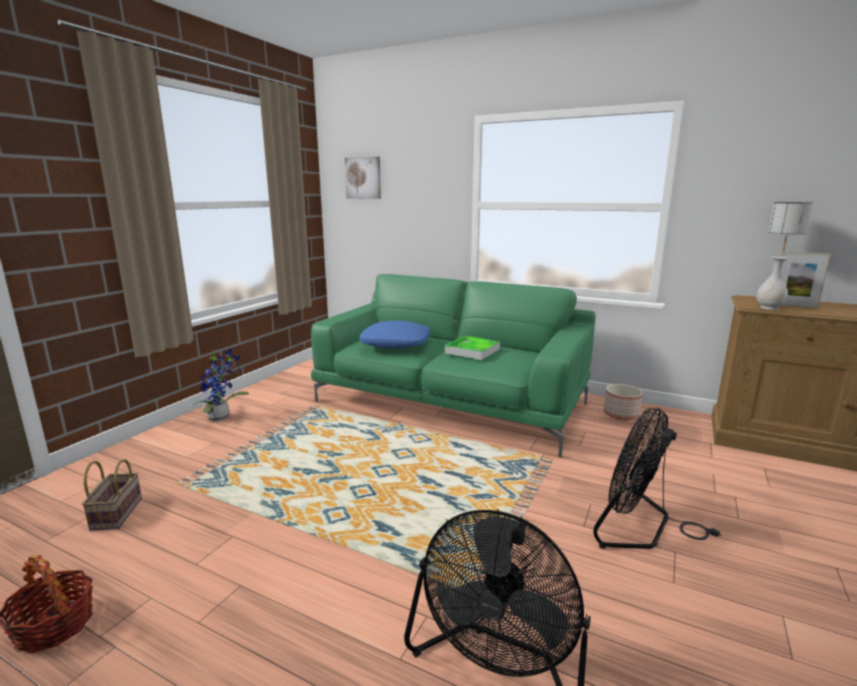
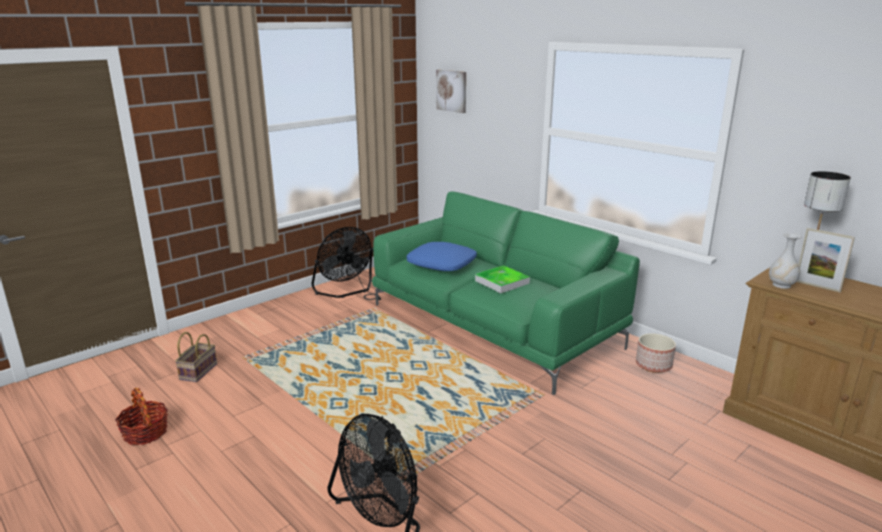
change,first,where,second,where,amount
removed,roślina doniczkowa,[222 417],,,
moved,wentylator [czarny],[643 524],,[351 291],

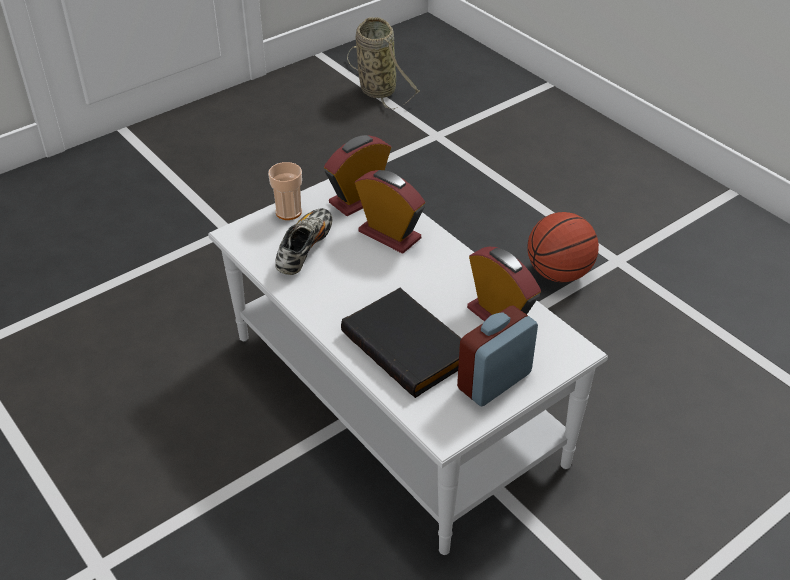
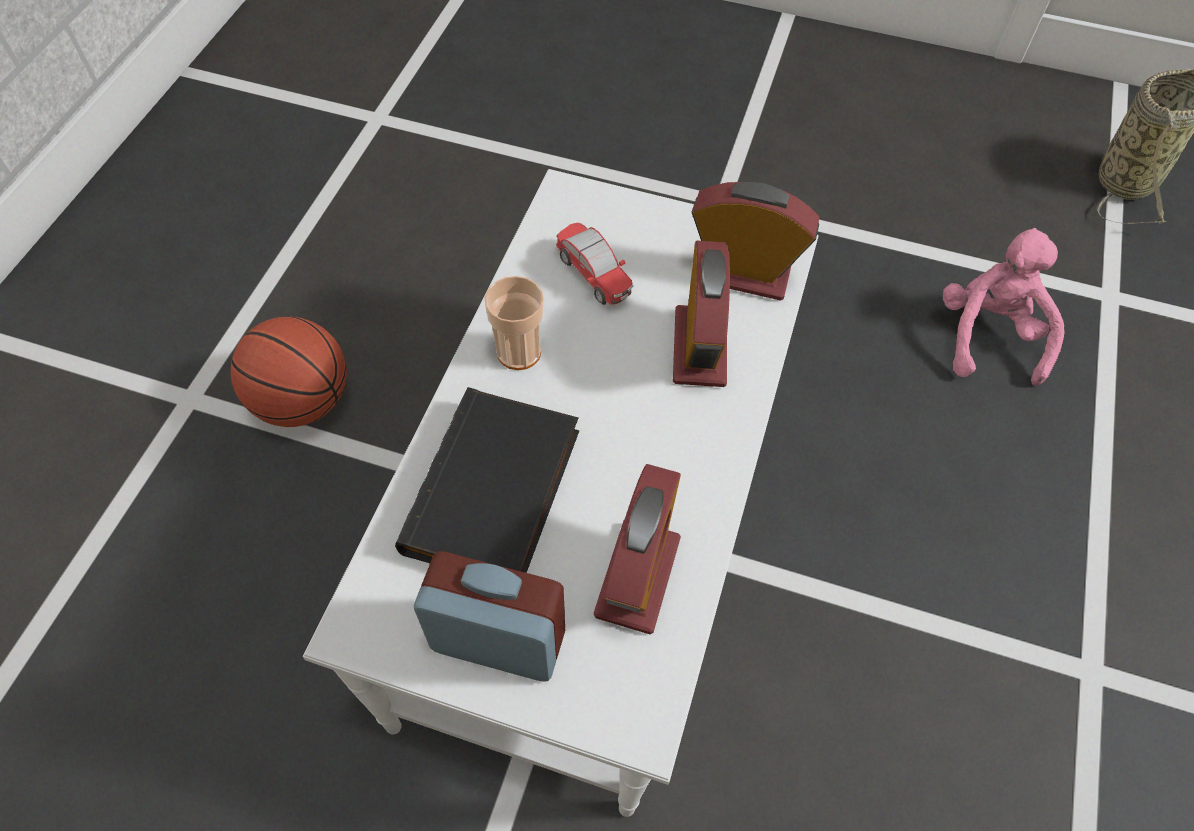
change,first,where,second,where,amount
moved,filiżanka,[288 212],,[519 352],
replaced,but,[304 249],samochodzik,[593 275],
moved,piłka do koszykówki,[558 273],,[303 401],
added,,,pluszak [różowy],[988 336],

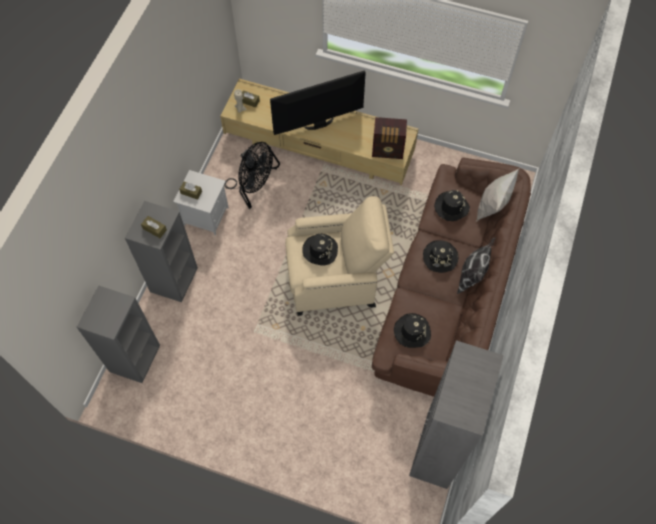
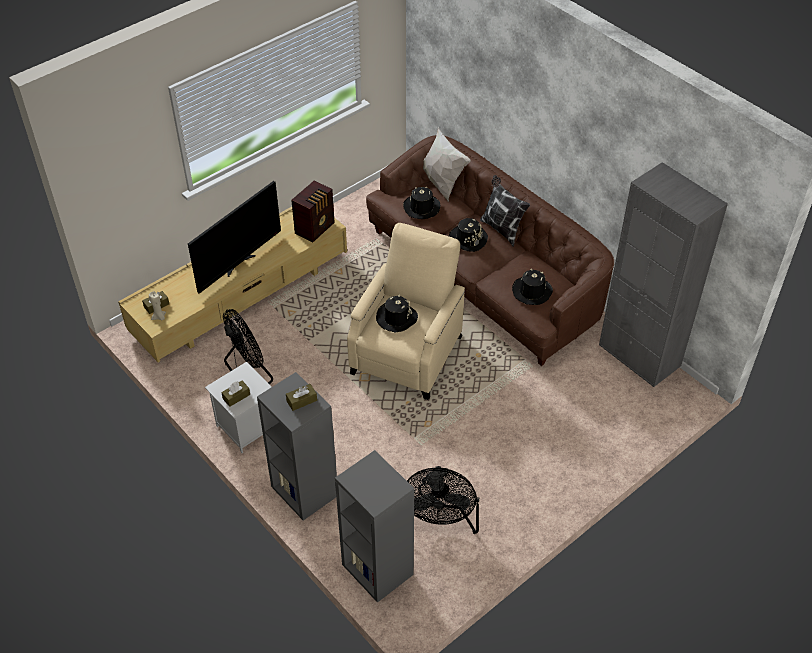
change,first,where,second,where,amount
turned,telewizor,[319 125],,[239 264],150 degrees counterclockwise
added,,,wentylator [czarny],[436 515],

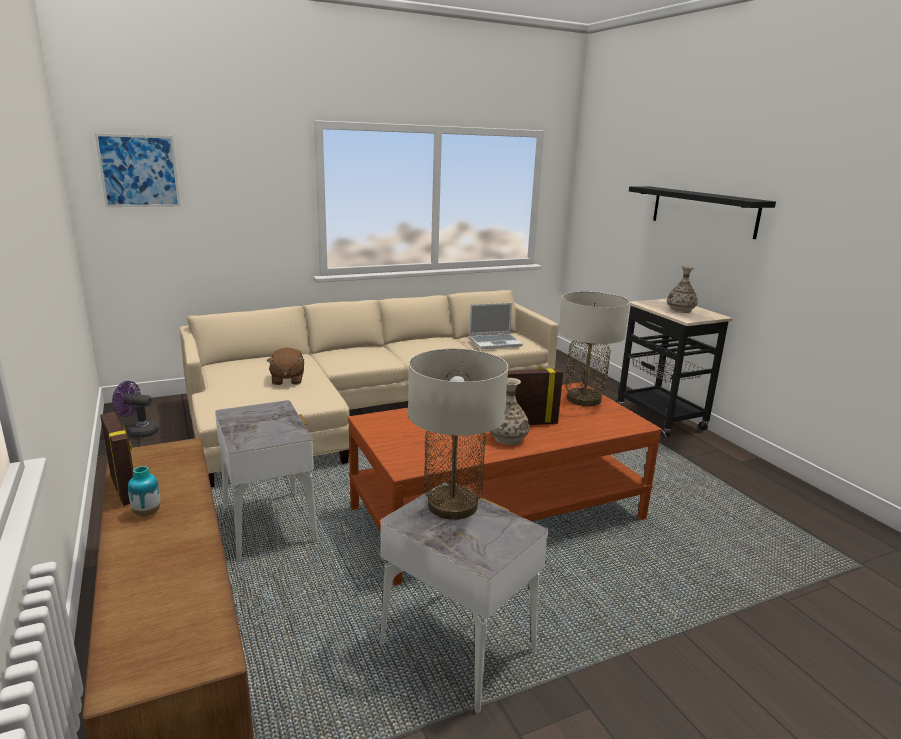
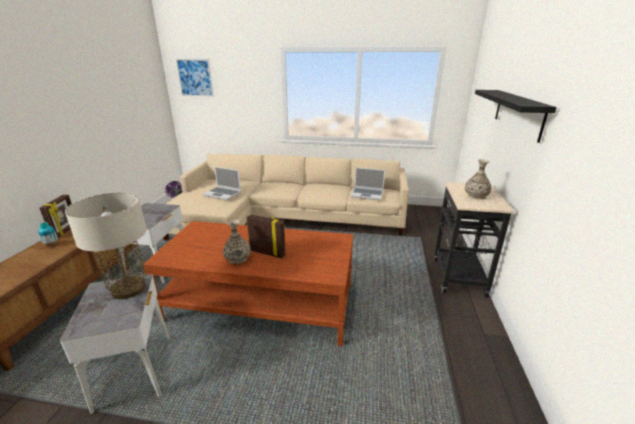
change,first,where,second,where,amount
removed,lampa stołowa,[584 399],,,
replaced,pluszak [brązowy],[287 380],laptop,[223 194],

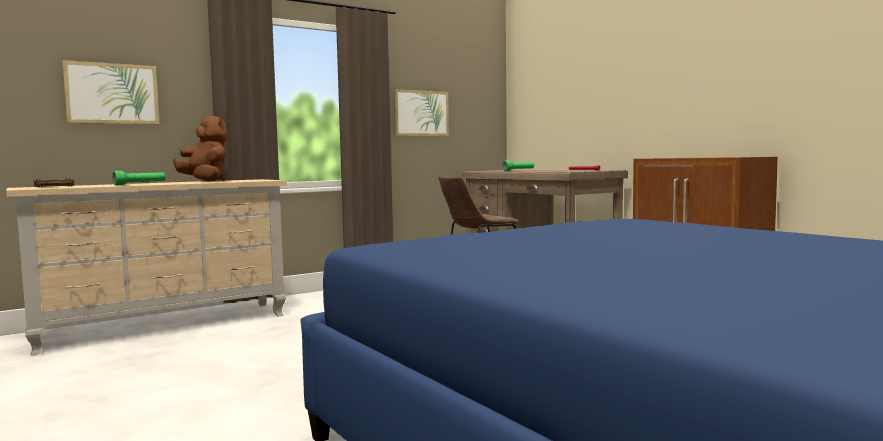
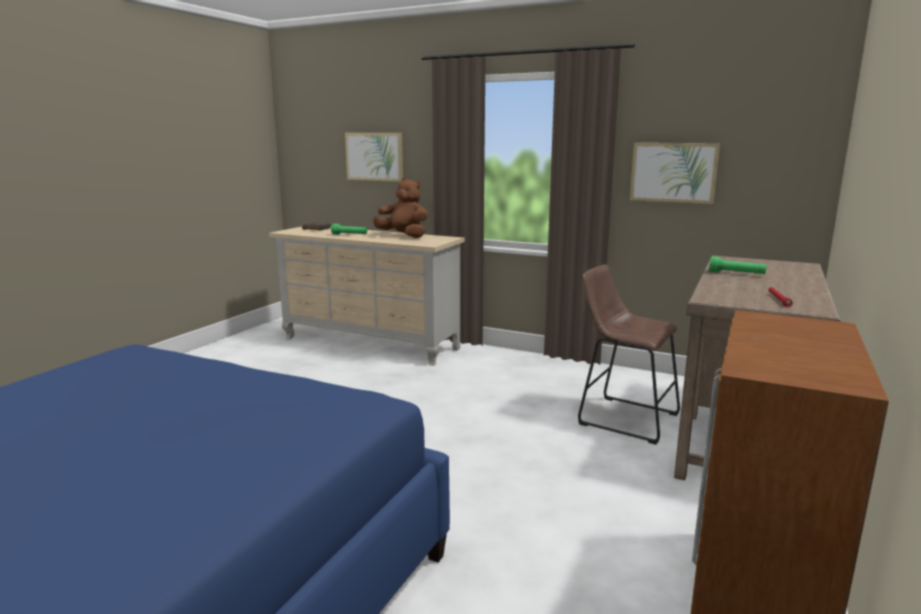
change,first,where,second,where,amount
turned,pluszak [brązowy],[205 181],,[403 236],75 degrees counterclockwise

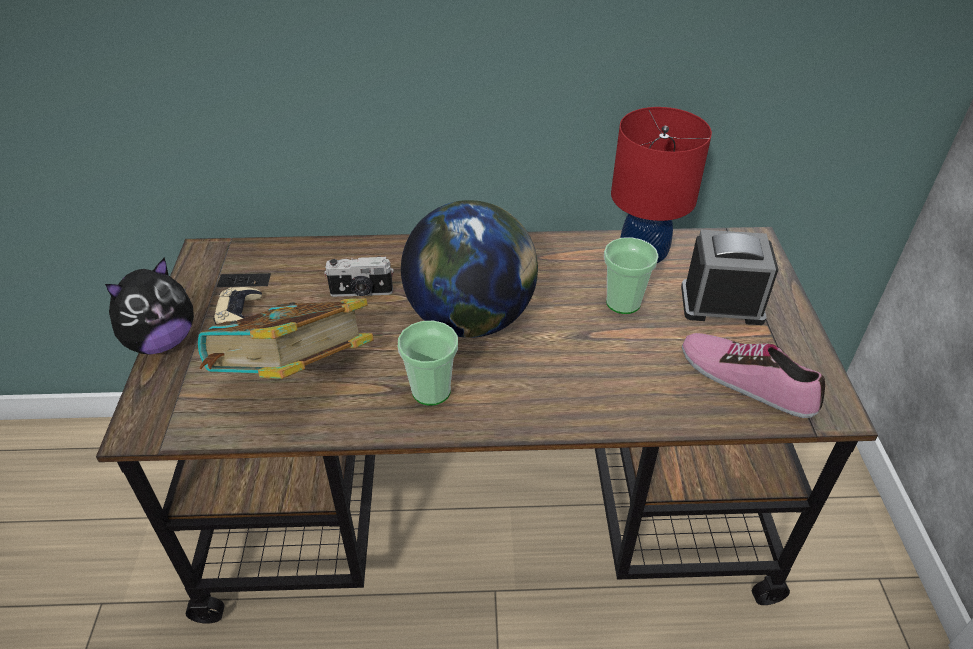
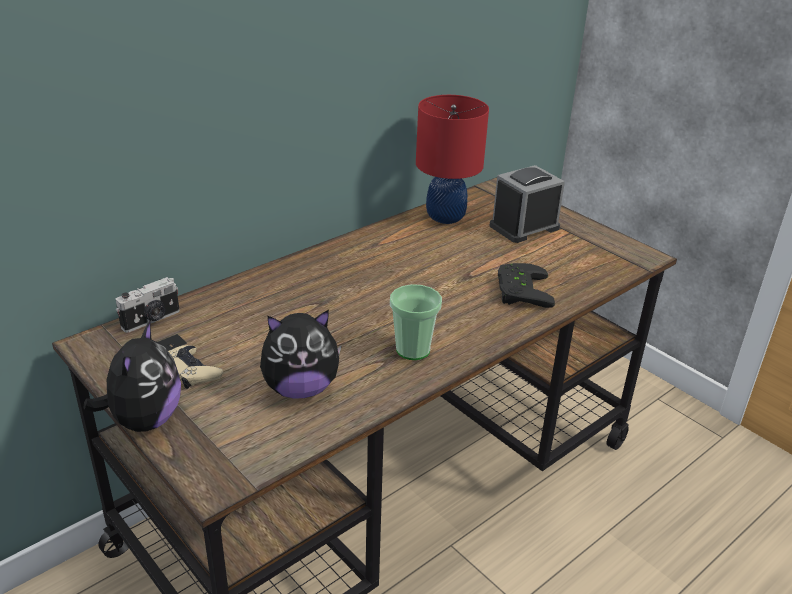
change,first,where,second,where,amount
removed,globus,[471 318],,,
removed,filiżanka,[623 302],,,
moved,aparat fotograficzny,[361 292],,[152 320],
replaced,książka,[295 377],pluszak,[300 388],
removed,but,[747 379],,,
added,,,pad do gier [czarny],[519 290],

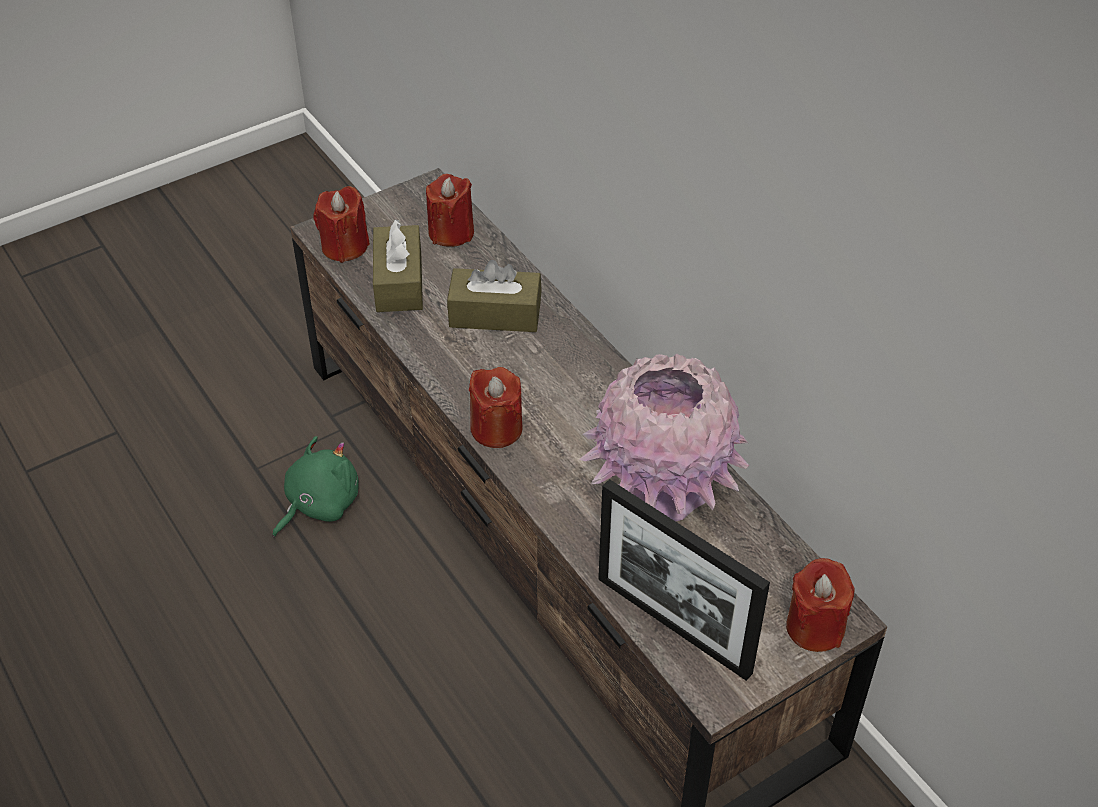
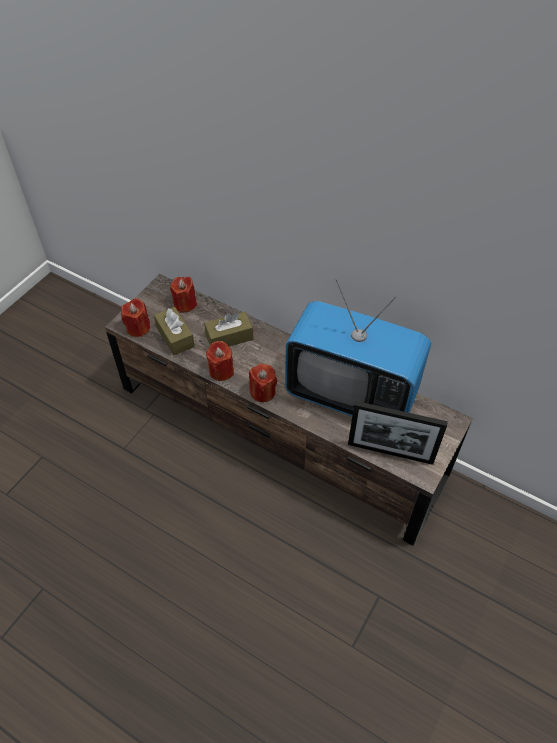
change,first,where,second,where,amount
replaced,wazon [różowy],[662 493],telewizor,[351 395],
removed,pluszak [zielony],[319 504],,,
moved,świeca [czerwony],[815 627],,[221 371],

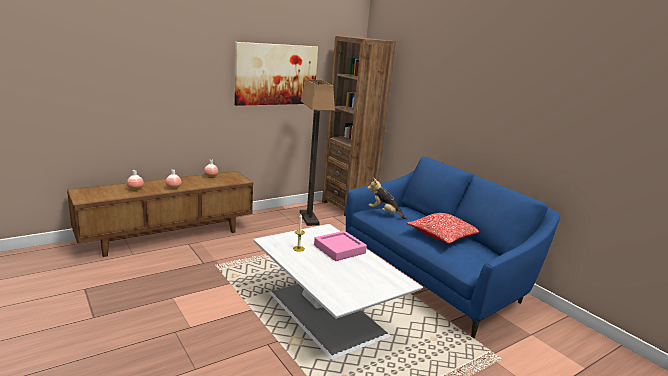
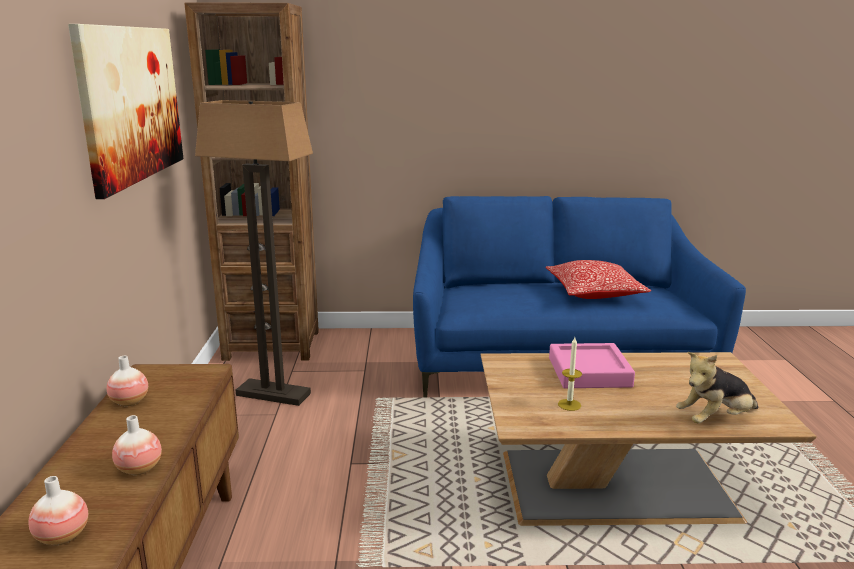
change,first,where,second,where,amount
moved,pluszak,[385 213],,[715 420],
recoloured,ława [biały],[328 314],ława [brązowy],[620 485],

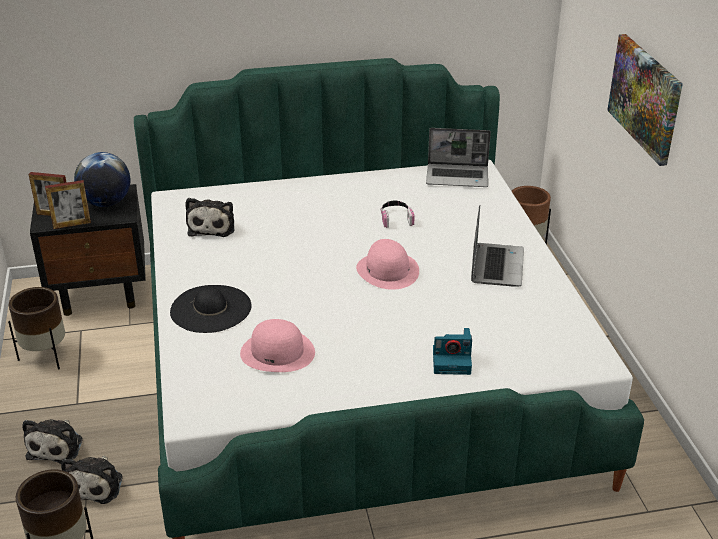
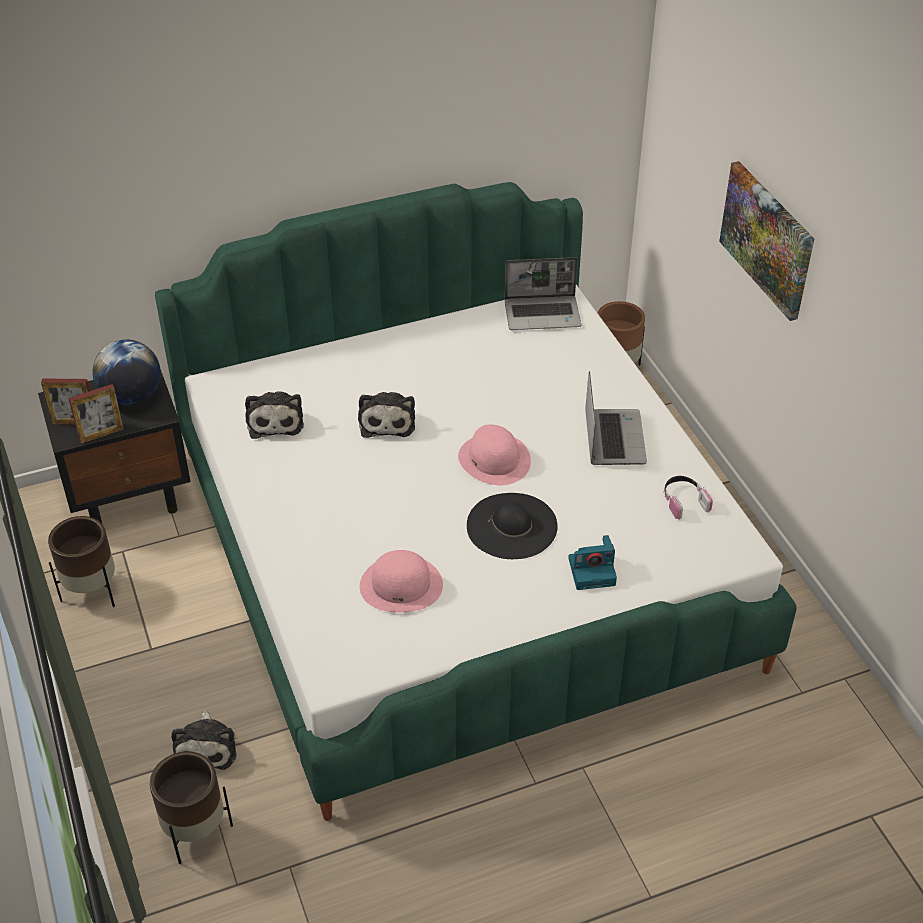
change,first,where,second,where,amount
moved,słuchawki,[396 218],,[683 501],
moved,kapelusz [czarny],[211 309],,[512 526],
moved,pluszak,[57 446],,[387 421],

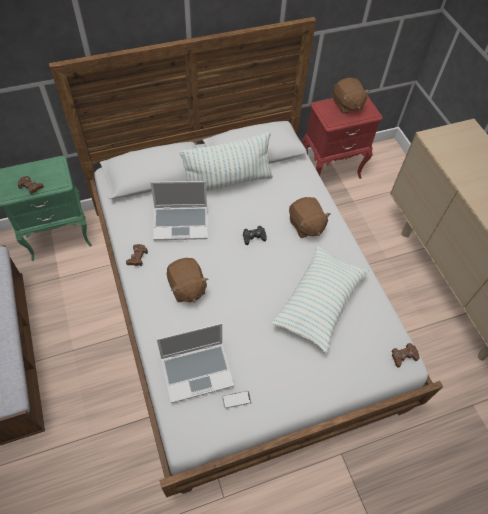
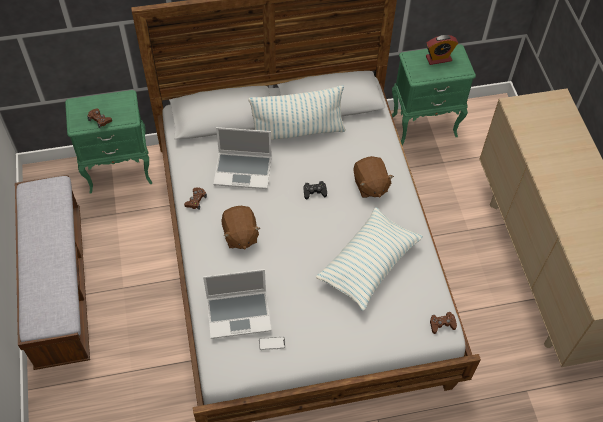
change,first,where,second,where,amount
replaced,pluszak [brązowy],[347 105],budzik,[438 58],
recoloured,szafka nocna [czerwony],[330 171],szafka nocna [zielony],[424 126],

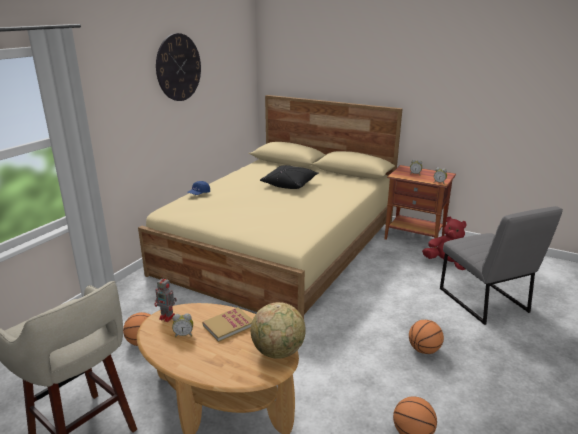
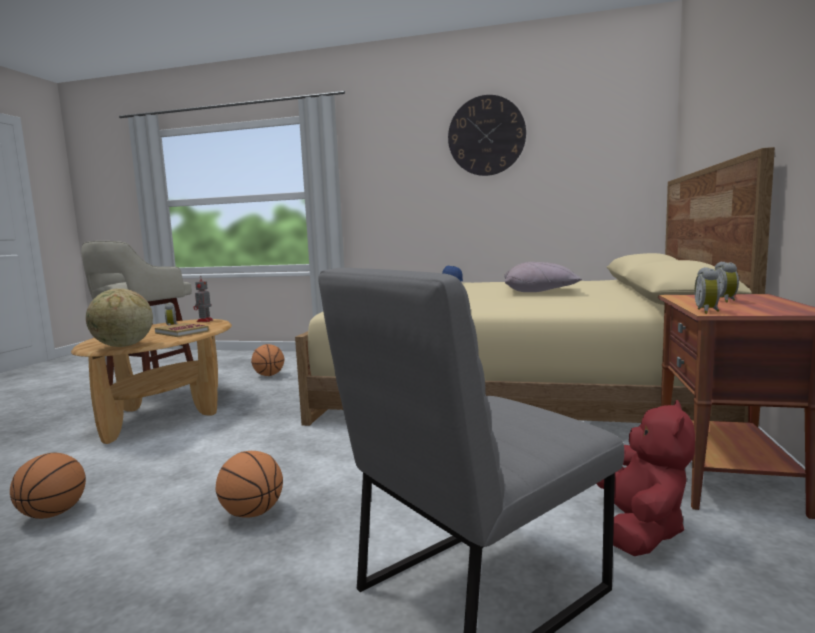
change,first,where,second,where,amount
recoloured,poduszka [czarny],[289 184],poduszka [fioletowy],[540 291],

